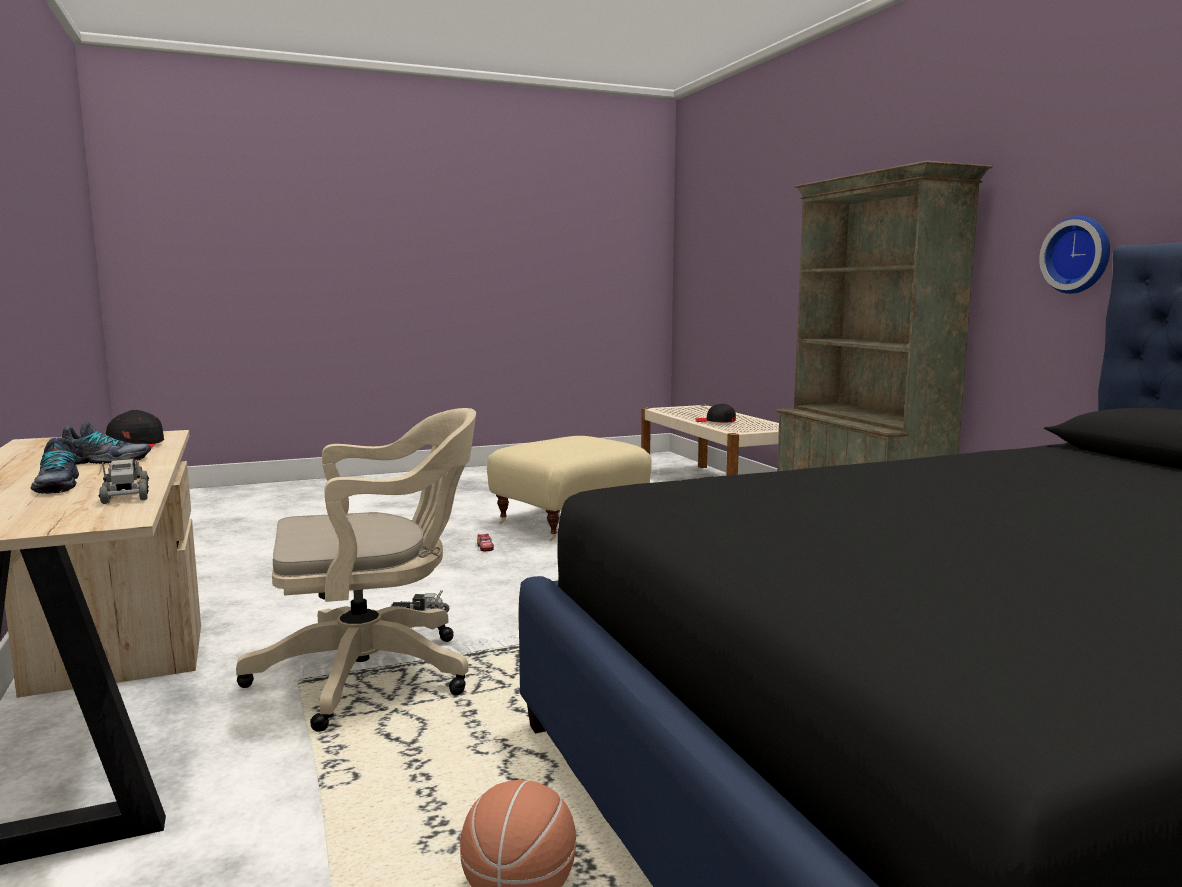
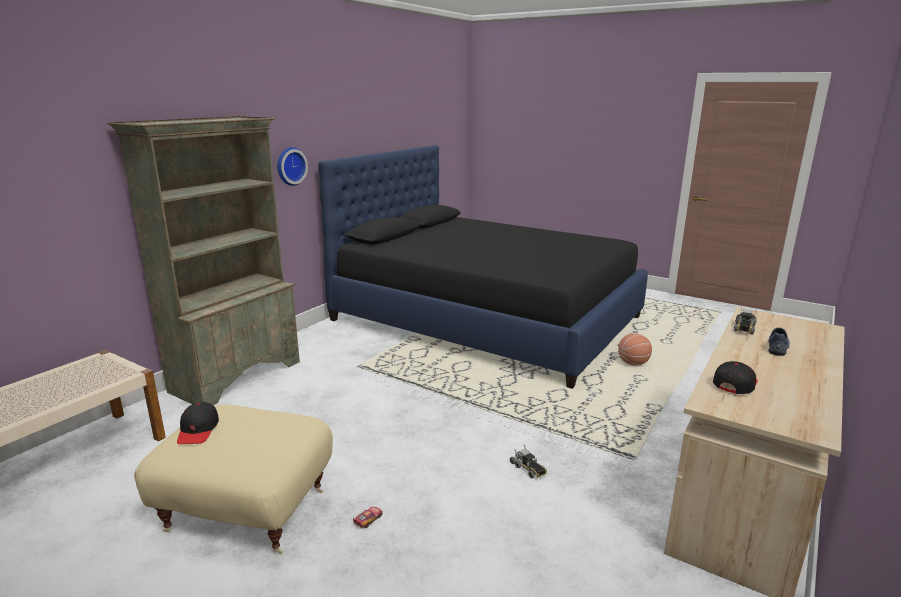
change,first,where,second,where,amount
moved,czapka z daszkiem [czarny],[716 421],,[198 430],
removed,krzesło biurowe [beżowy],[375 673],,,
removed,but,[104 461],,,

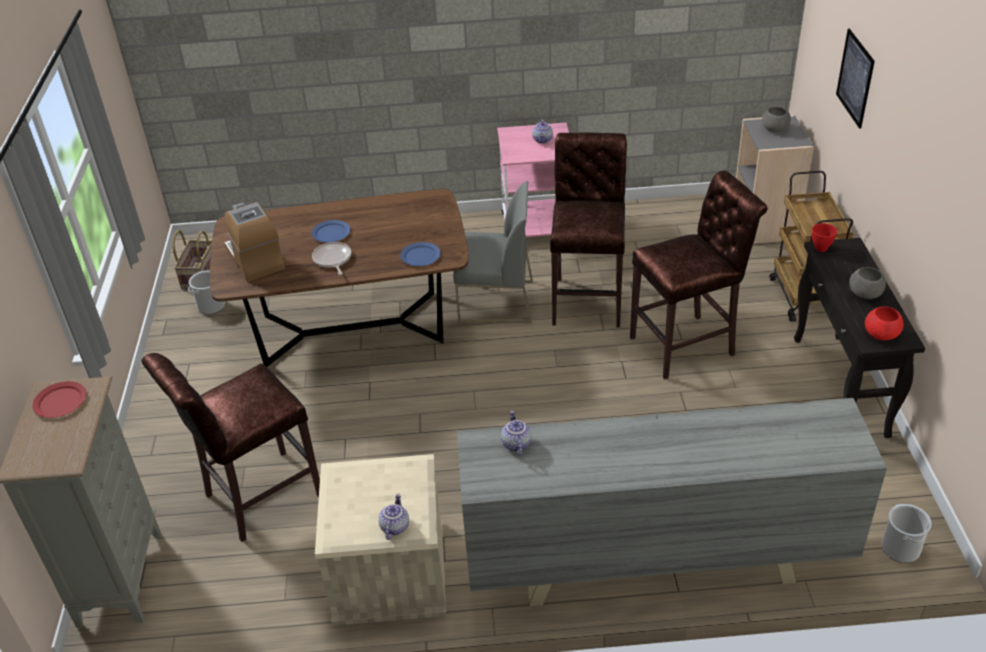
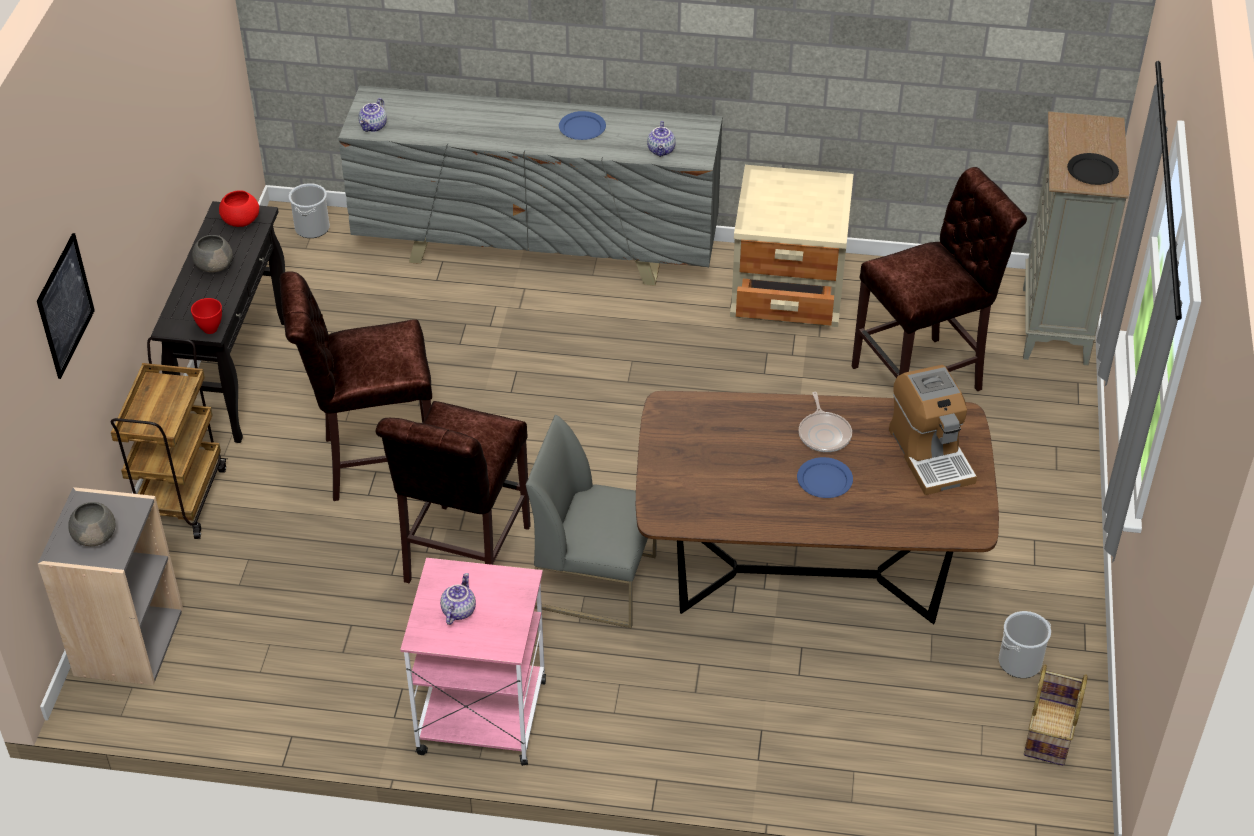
change,first,where,second,where,amount
moved,talerz [niebieski],[420 256],,[582 128],
recoloured,talerz [czerwony],[60 402],talerz [czarny],[1092 171],
moved,imbryk,[394 527],,[374 127],

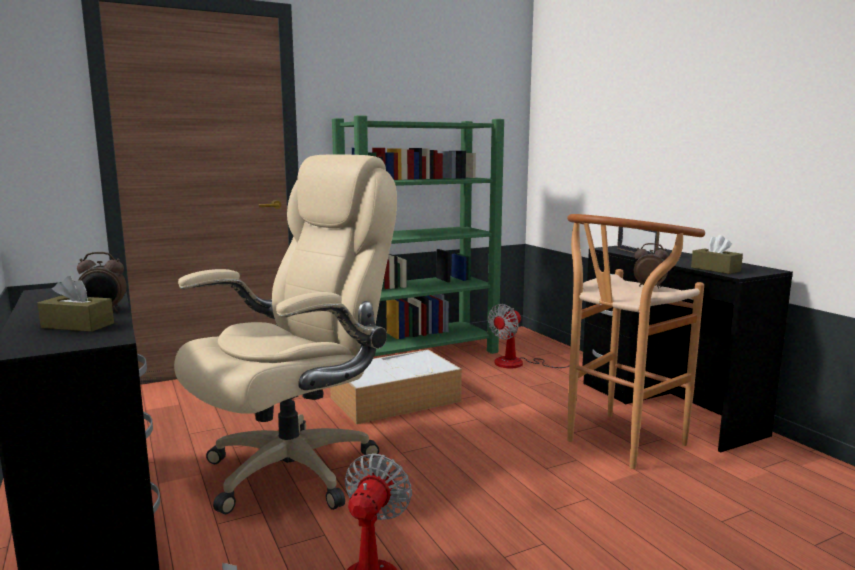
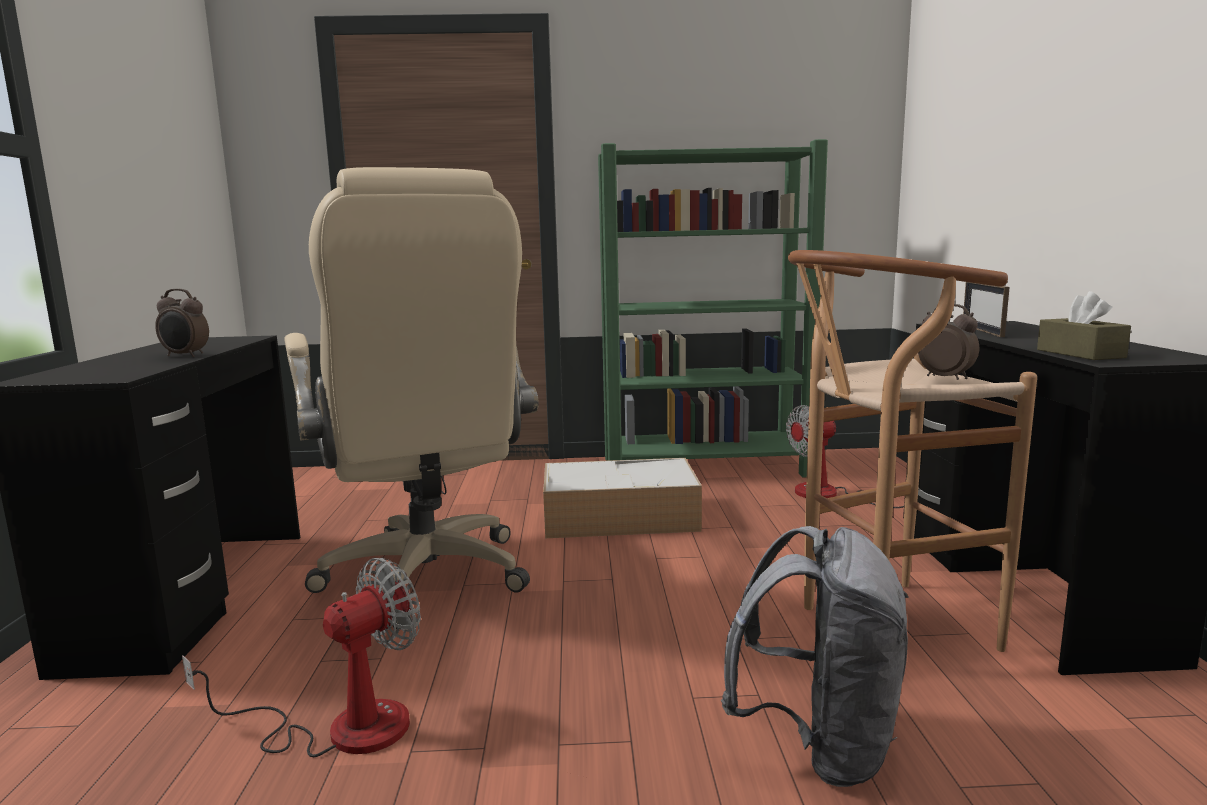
change,first,where,second,where,amount
turned,krzesło biurowe [beżowy],[295 470],,[426 577],90 degrees clockwise
removed,pudełko chusteczek [brązowy],[77 325],,,
added,,,plecak [szary],[819 744],

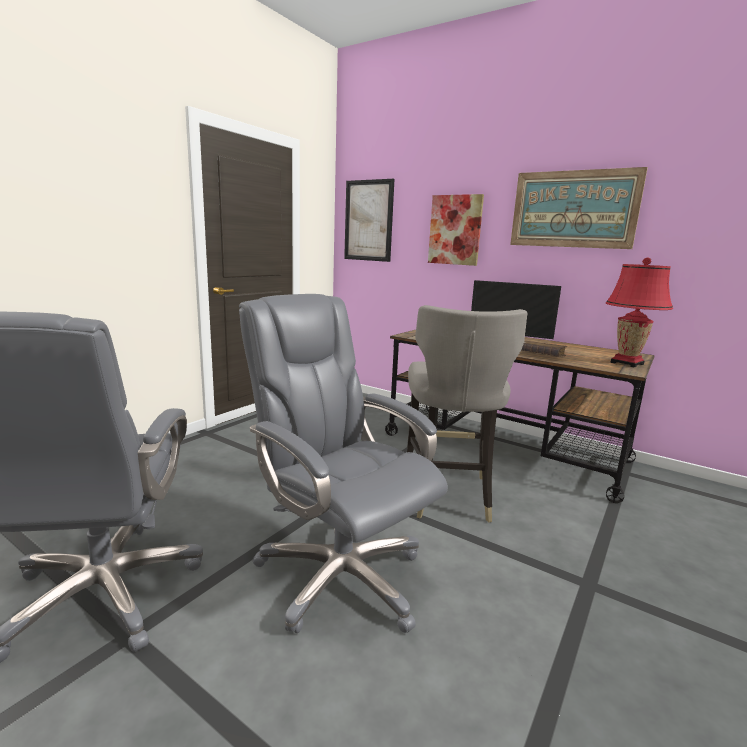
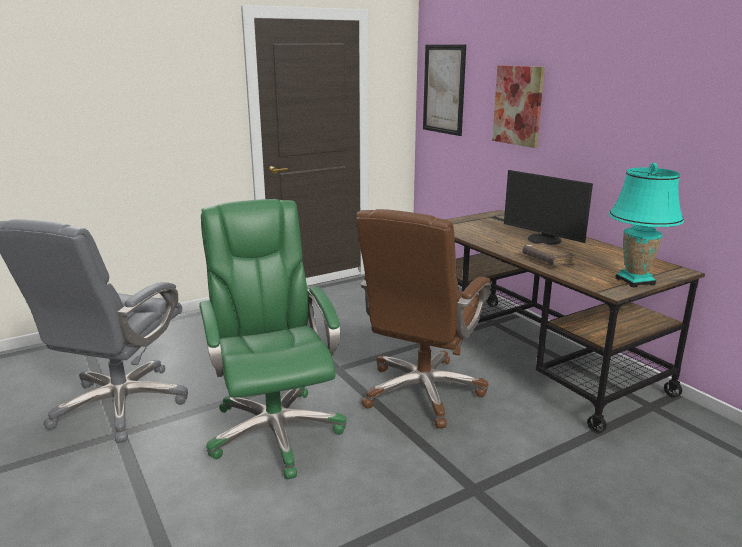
change,first,where,second,where,amount
removed,obraz,[573 209],,,
recoloured,lampa stołowa [czerwony],[626 363],lampa stołowa [turkusowy],[634 281],
recoloured,krzesło biurowe [szary],[340 574],krzesło biurowe [zielony],[274 431],
replaced,stołek [szary],[448 496],krzesło biurowe [brązowy],[422 391],

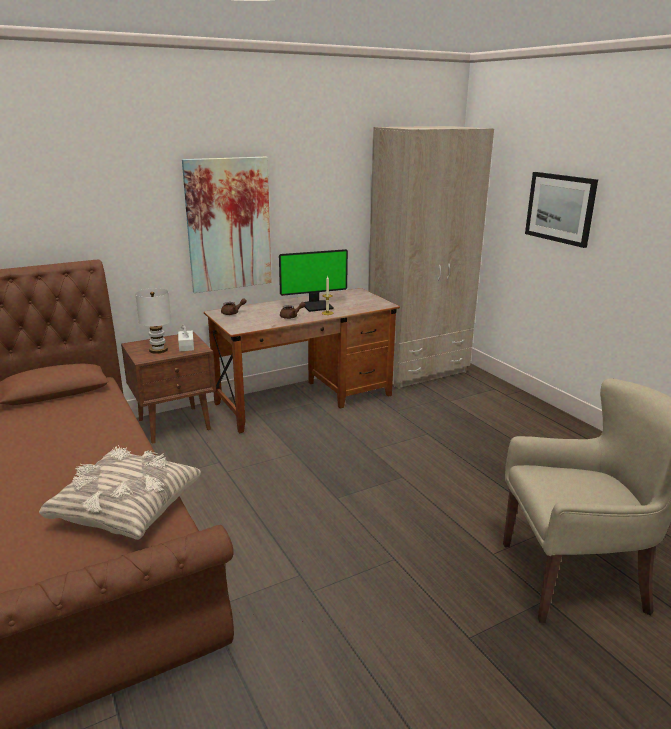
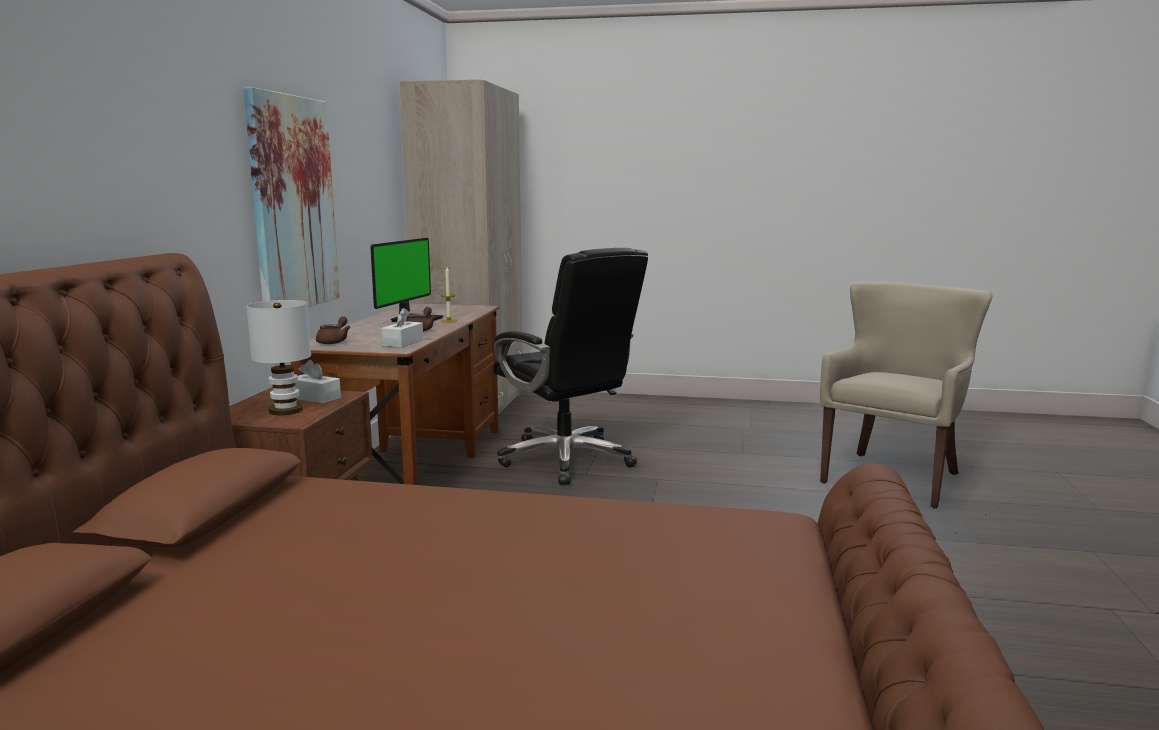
change,first,where,second,where,amount
removed,obraz,[560 208],,,
removed,poduszka [beżowy],[127 511],,,
added,,,krzesło biurowe [czarny],[566 460],
added,,,pudełko chusteczek [biały],[403 343],

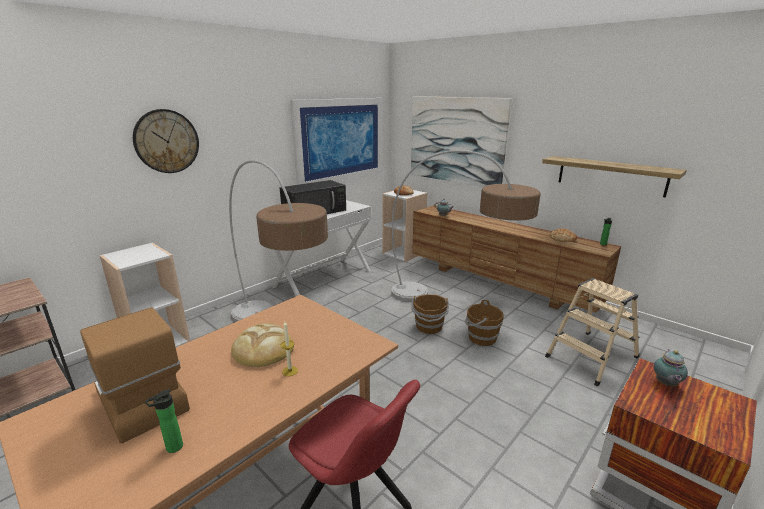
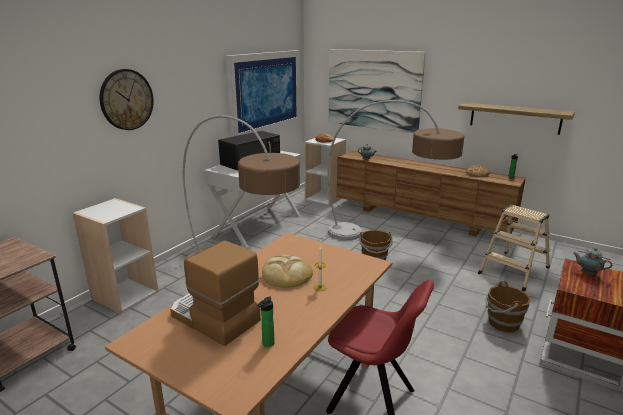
change,first,where,second,where,amount
moved,wiadro [brązowy],[481 338],,[502 323],
turned,imbryk,[665 384],,[587 273],120 degrees clockwise

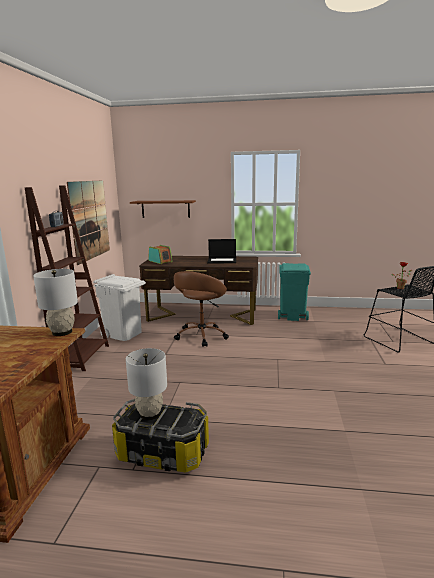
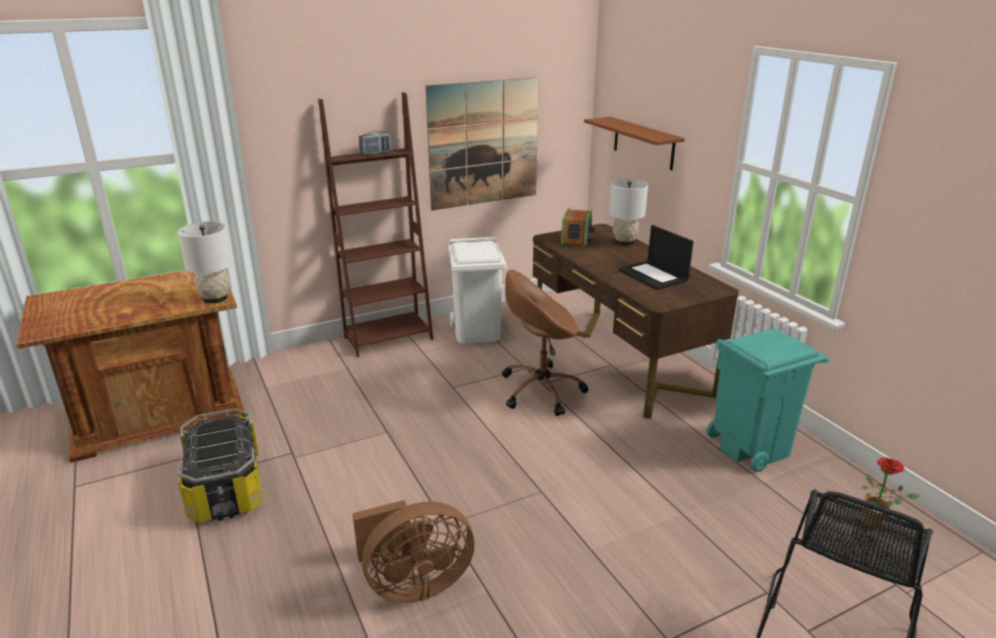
change,first,where,second,where,amount
moved,lampa stołowa [biały],[150 414],,[624 242],
added,,,wentylator [brązowy],[413 584],

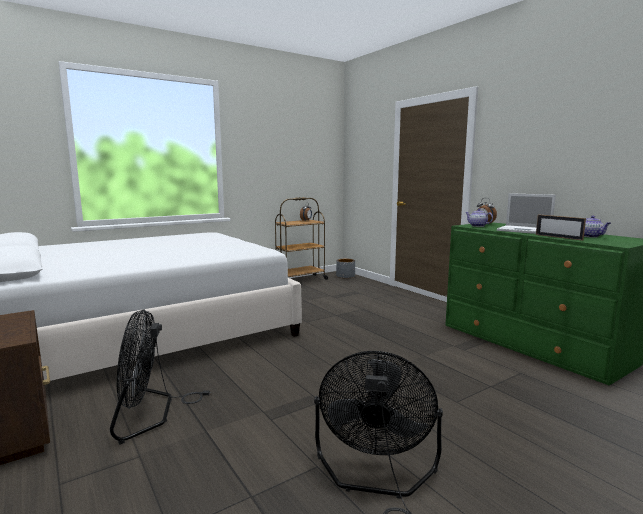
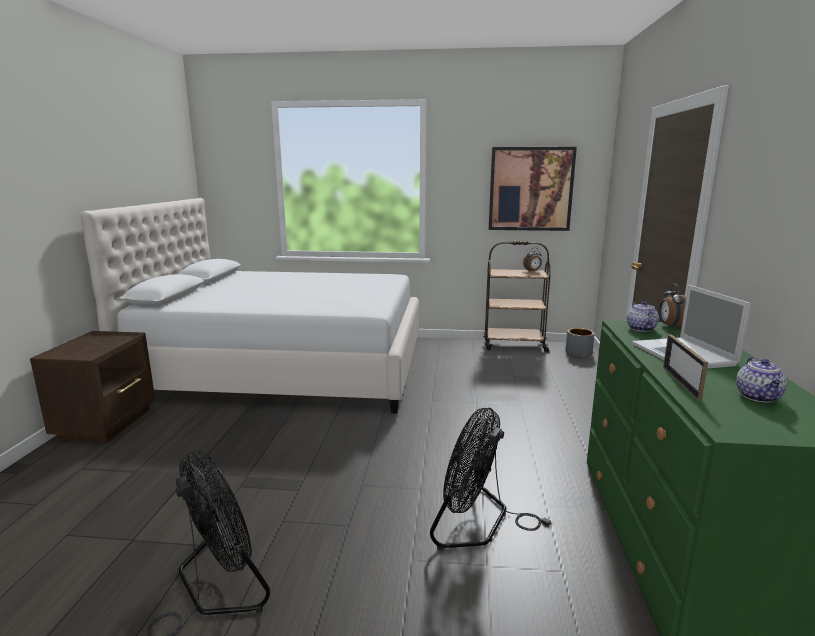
change,first,where,second,where,amount
moved,wentylator [czarny],[153 410],,[483 520],
added,,,obraz,[530 189],

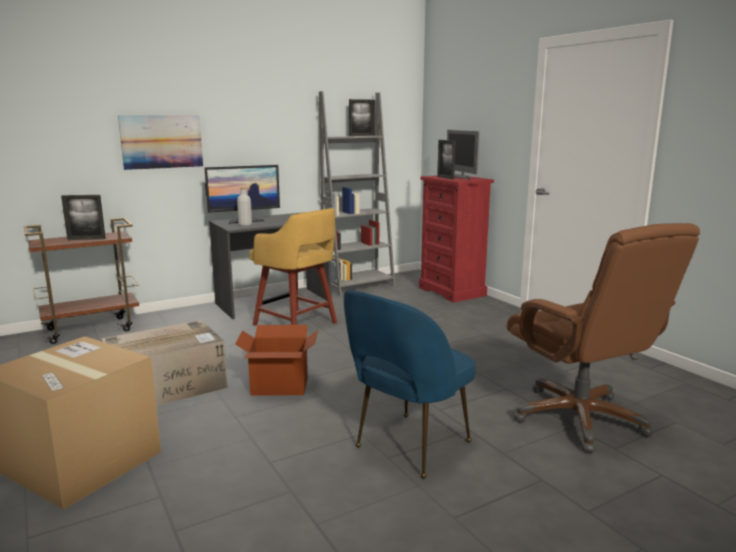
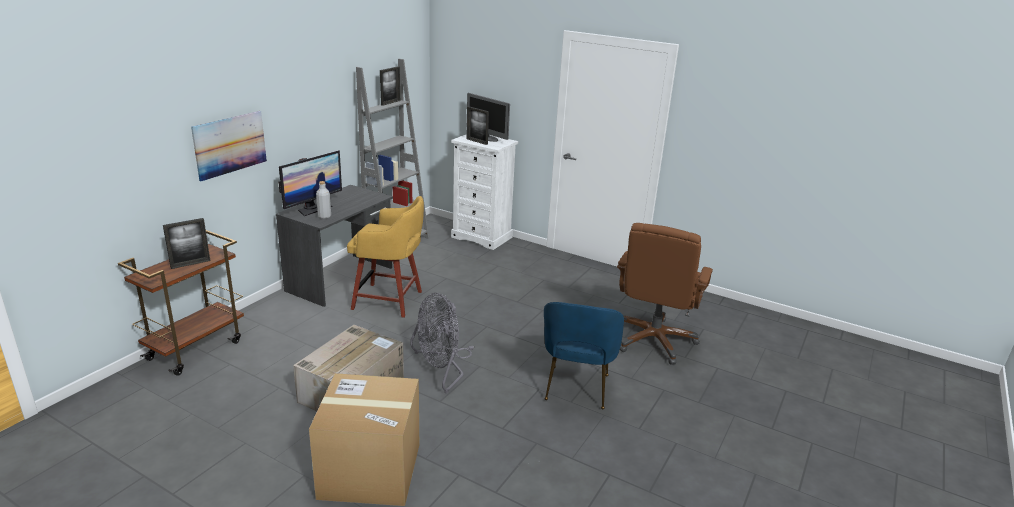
change,first,where,second,where,amount
recoloured,komoda [czerwony],[452 291],komoda [biały],[482 237],
turned,krzesło biurowe [brązowy],[580 418],,[654 340],75 degrees clockwise
replaced,karton,[280 387],wentylator [szary],[443 366],

